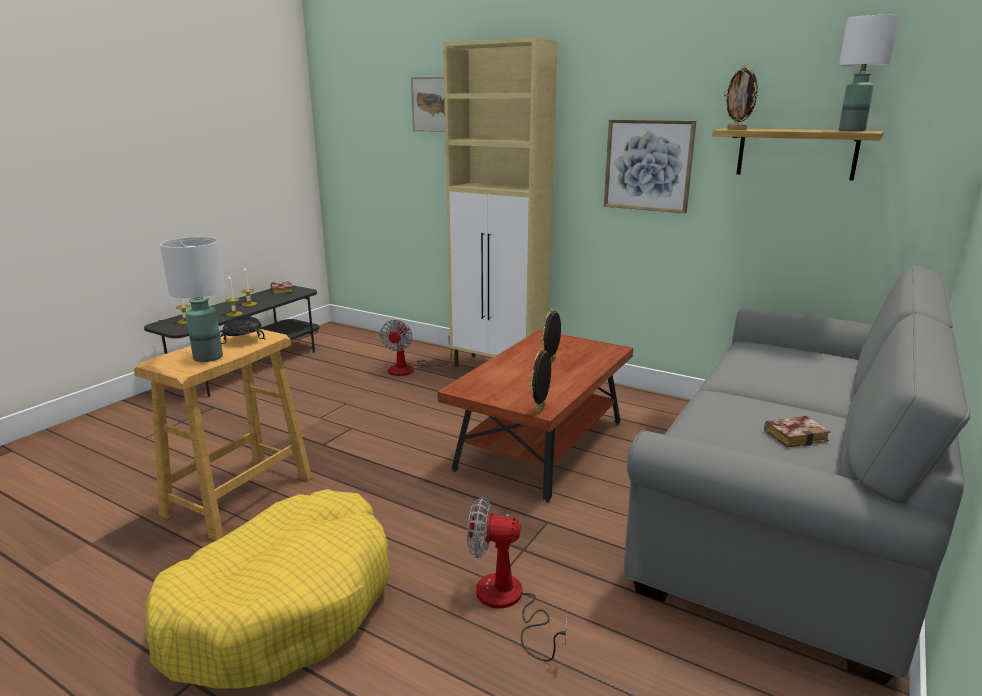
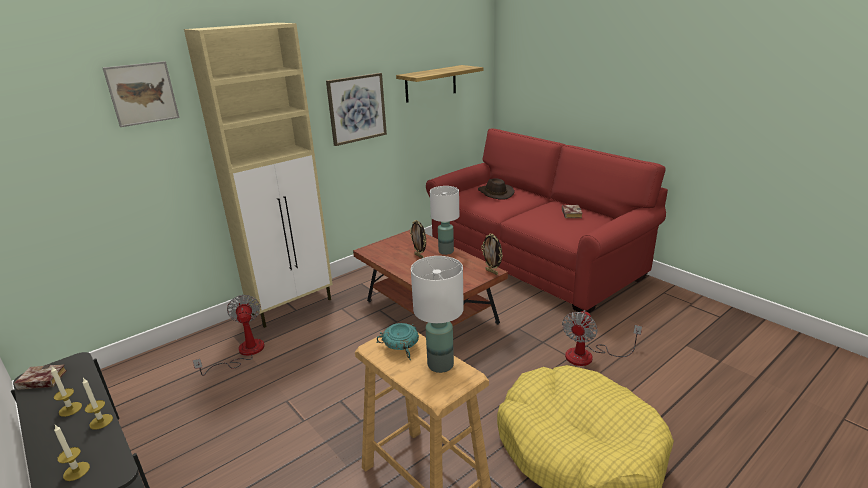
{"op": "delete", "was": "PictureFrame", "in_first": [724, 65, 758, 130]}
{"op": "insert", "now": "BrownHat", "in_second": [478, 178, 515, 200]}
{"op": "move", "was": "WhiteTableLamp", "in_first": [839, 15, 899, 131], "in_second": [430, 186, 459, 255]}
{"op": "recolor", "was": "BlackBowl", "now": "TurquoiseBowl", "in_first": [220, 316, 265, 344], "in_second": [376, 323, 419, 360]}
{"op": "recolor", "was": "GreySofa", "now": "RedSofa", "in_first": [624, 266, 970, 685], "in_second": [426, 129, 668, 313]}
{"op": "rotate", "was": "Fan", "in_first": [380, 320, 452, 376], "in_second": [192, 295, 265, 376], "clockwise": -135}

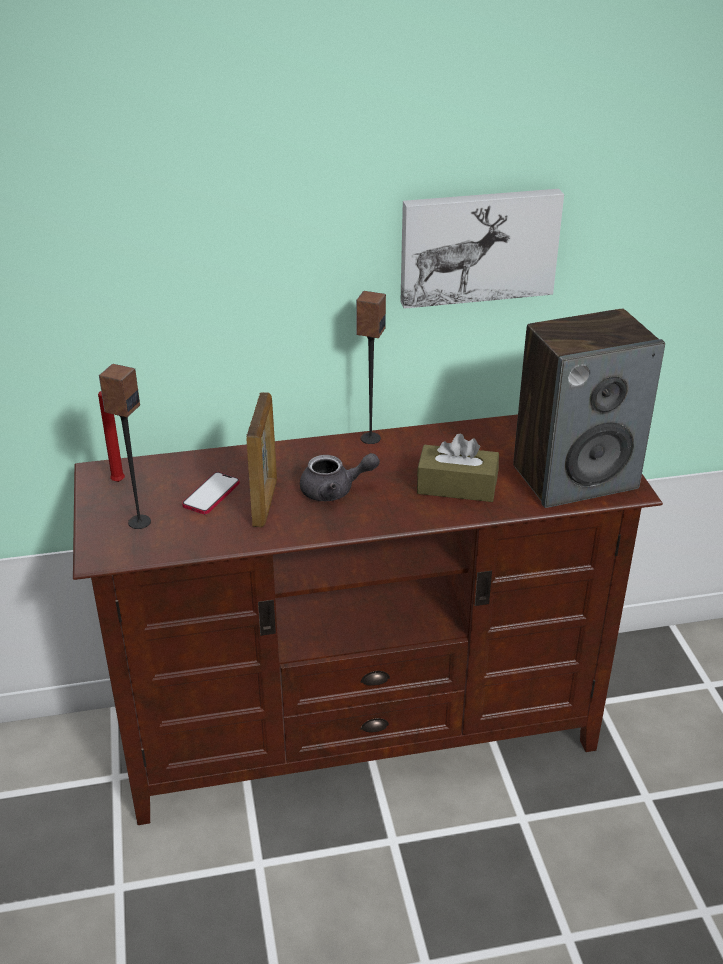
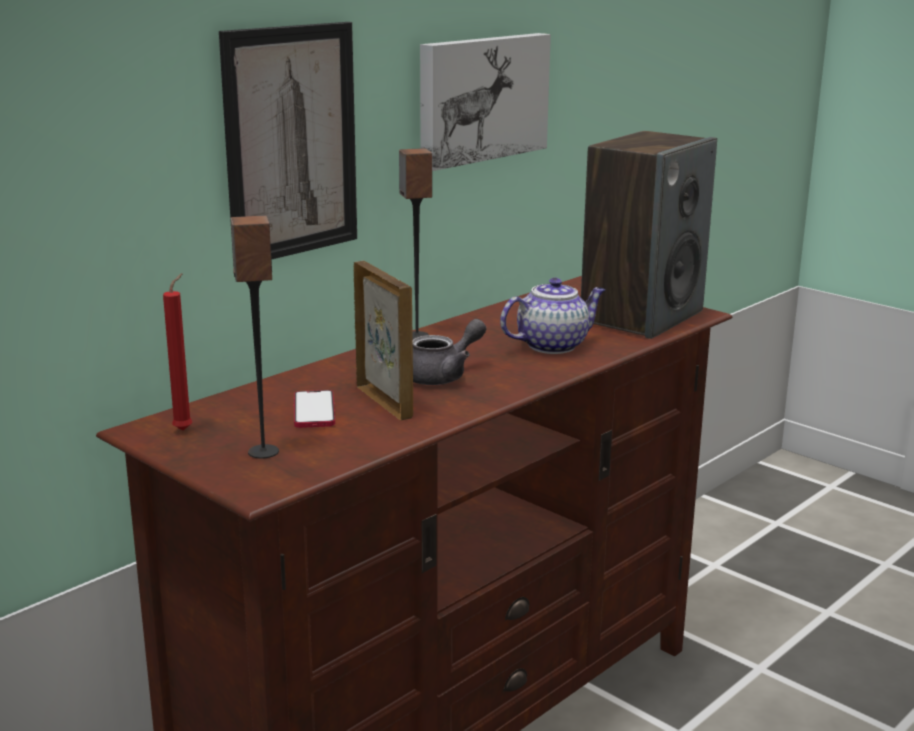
{"op": "insert", "now": "Picture", "in_second": [219, 22, 357, 266]}
{"op": "replace", "was": "BrownTissueBox", "now": "Teapot", "in_first": [417, 434, 499, 502], "in_second": [500, 278, 605, 354]}

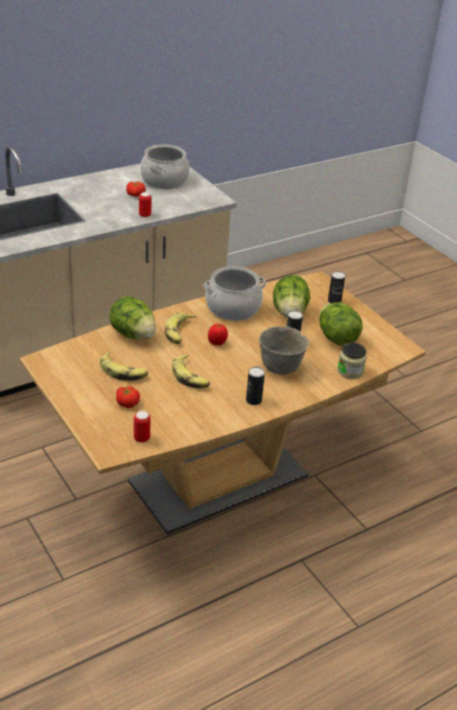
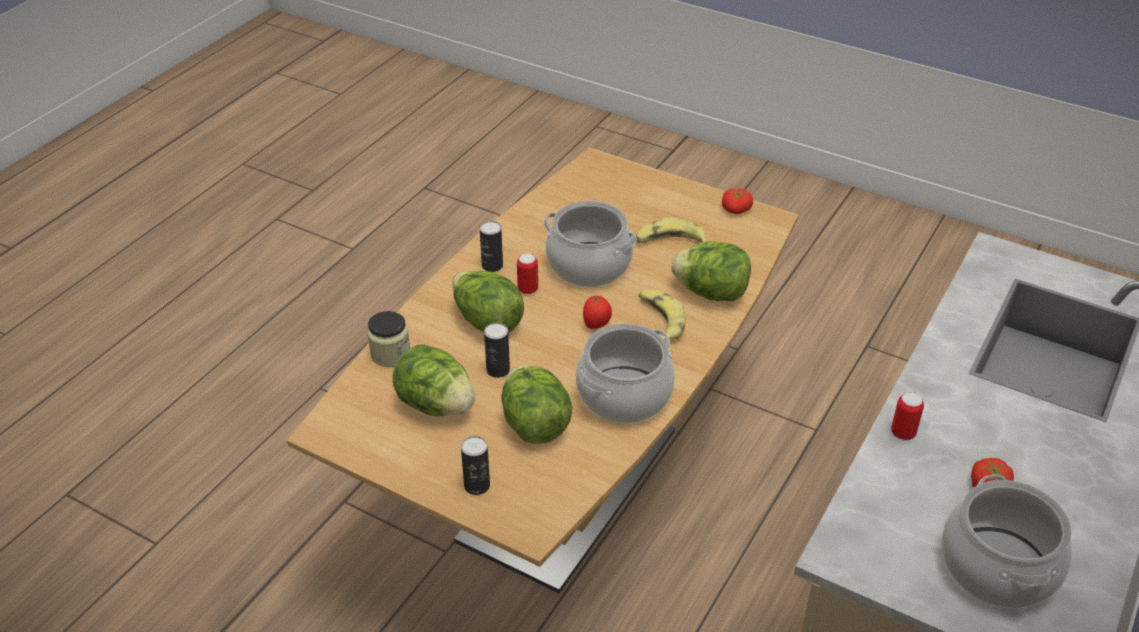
{"op": "move", "was": "Tomato", "in_first": [116, 386, 140, 408], "in_second": [722, 189, 753, 214]}
{"op": "move", "was": "Can", "in_first": [134, 411, 150, 443], "in_second": [517, 254, 538, 294]}
{"op": "replace", "was": "Banana", "now": "CookingPot", "in_first": [172, 354, 210, 388], "in_second": [543, 201, 637, 287]}
{"op": "replace", "was": "GreyBowl", "now": "Lettuce", "in_first": [259, 326, 309, 375], "in_second": [452, 271, 524, 333]}

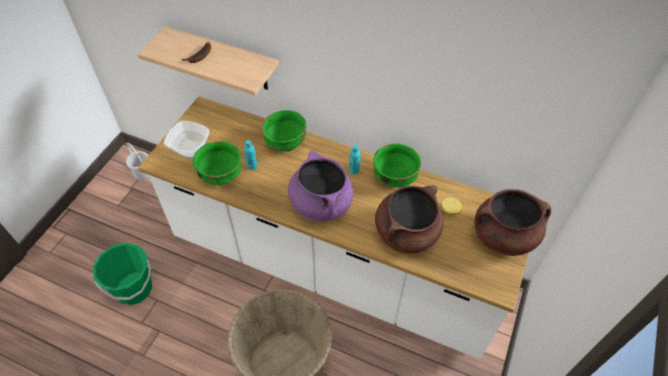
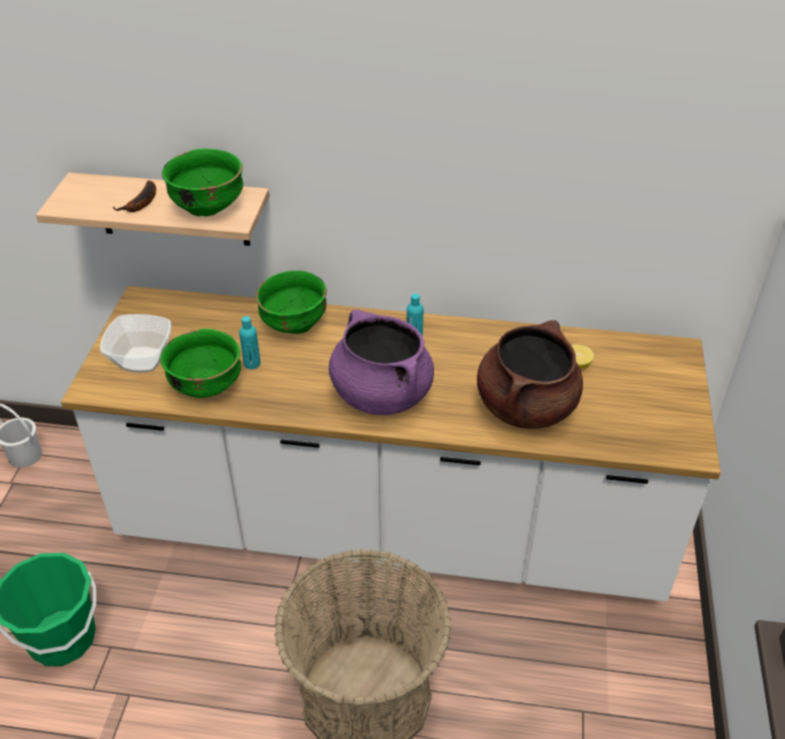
{"op": "delete", "was": "BrownCookingPot", "in_first": [475, 189, 551, 256]}
{"op": "move", "was": "GreenBowl", "in_first": [373, 143, 421, 188], "in_second": [162, 148, 243, 216]}

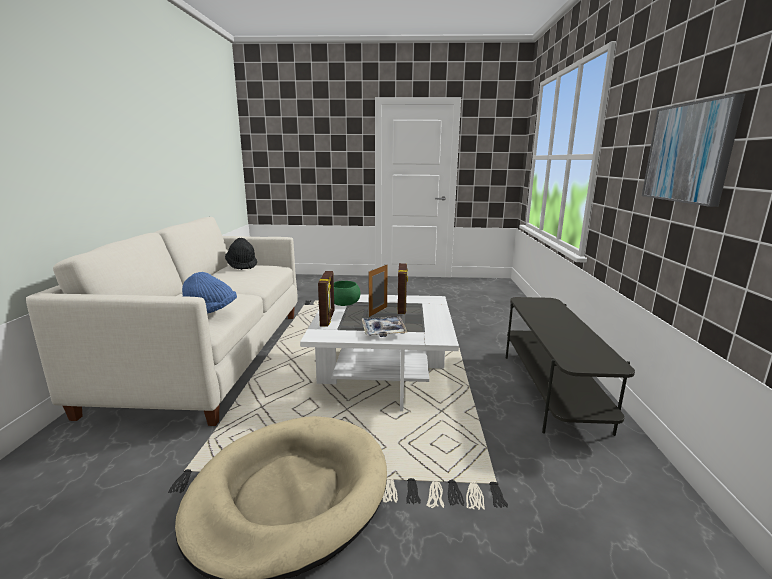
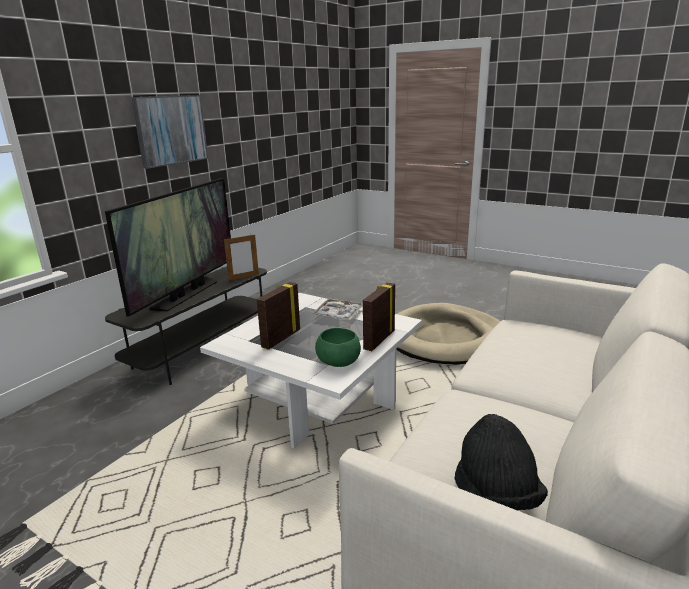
{"op": "delete", "was": "BlueHat", "in_first": [182, 272, 237, 314]}
{"op": "insert", "now": "Television", "in_second": [105, 178, 231, 317]}
{"op": "move", "was": "PictureFrame", "in_first": [369, 264, 388, 317], "in_second": [224, 234, 259, 280]}

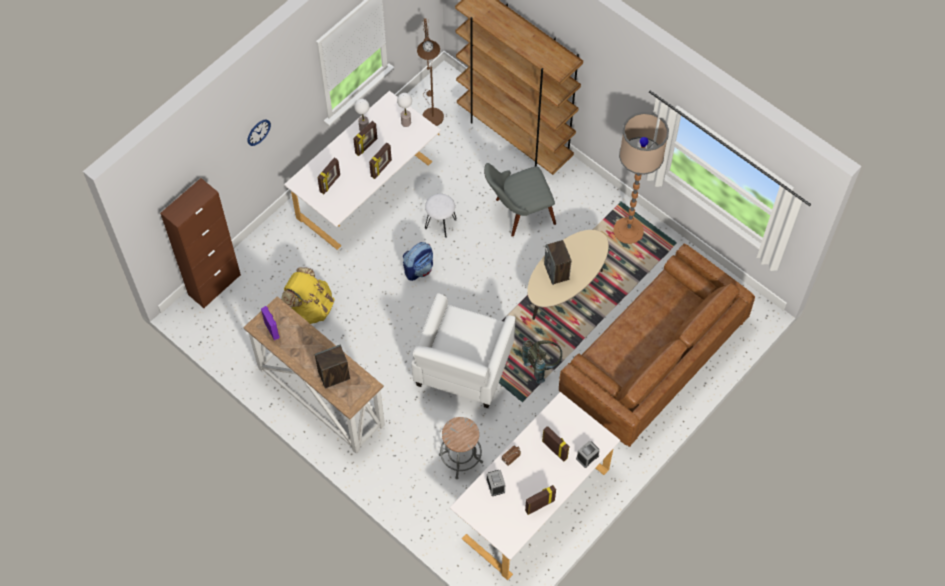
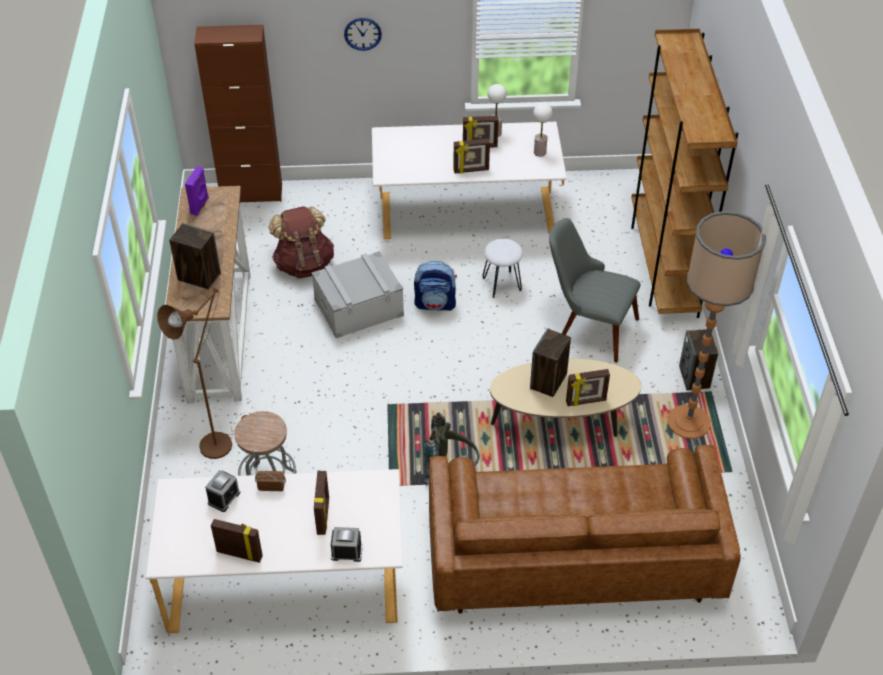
{"op": "delete", "was": "WhiteArmchair", "in_first": [412, 293, 516, 408]}
{"op": "insert", "now": "GreyStorageBox", "in_second": [312, 251, 404, 338]}
{"op": "insert", "now": "Speaker", "in_second": [679, 329, 718, 391]}
{"op": "move", "was": "PictureFrame", "in_first": [317, 158, 340, 194], "in_second": [566, 369, 610, 406]}
{"op": "move", "was": "BrownFloorLamp", "in_first": [417, 18, 444, 126], "in_second": [157, 288, 249, 459]}
{"op": "recolor", "was": "YellowBackpack", "now": "BrownBackpack", "in_first": [281, 267, 335, 324], "in_second": [269, 206, 334, 278]}

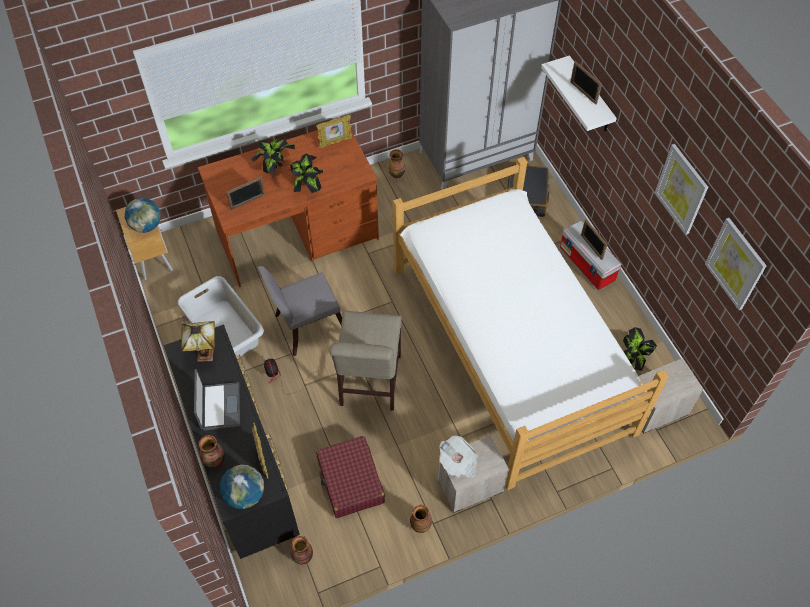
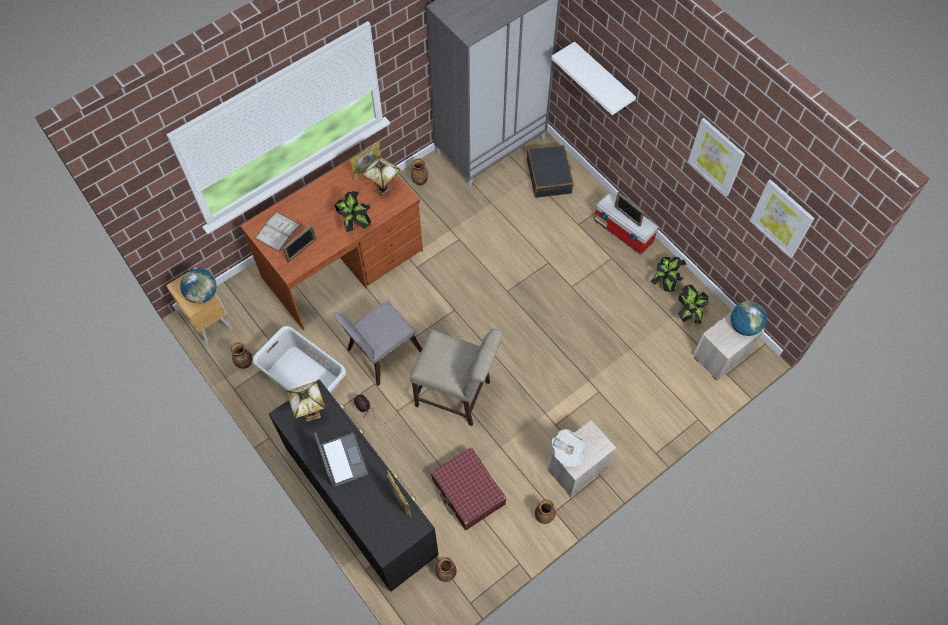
{"op": "delete", "was": "Bed", "in_first": [393, 157, 669, 490]}
{"op": "delete", "was": "PictureFrame", "in_first": [570, 61, 602, 105]}
{"op": "insert", "now": "WhiteBook", "in_second": [255, 212, 300, 252]}
{"op": "insert", "now": "TableLamp", "in_second": [362, 156, 401, 197]}
{"op": "move", "was": "Vase", "in_first": [199, 435, 225, 469], "in_second": [231, 342, 252, 369]}
{"op": "move", "was": "Globe", "in_first": [220, 465, 264, 509], "in_second": [731, 301, 767, 336]}
{"op": "move", "was": "PottedPlant", "in_first": [251, 138, 295, 174], "in_second": [650, 257, 686, 292]}
{"op": "rotate", "was": "BeigeChair", "in_first": [330, 311, 402, 411], "in_second": [410, 329, 503, 426], "clockwise": -60}

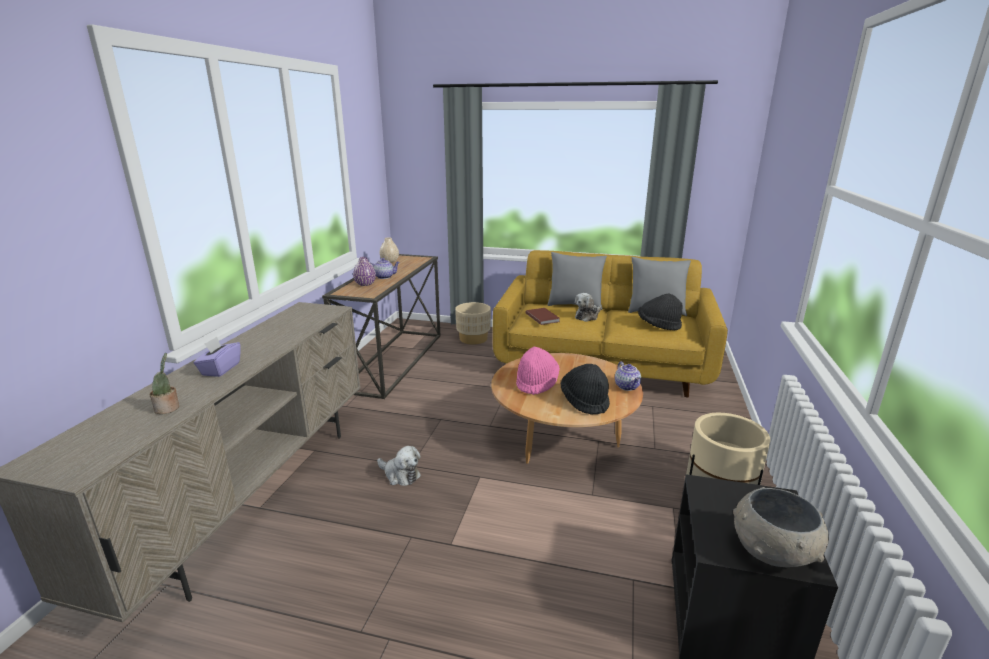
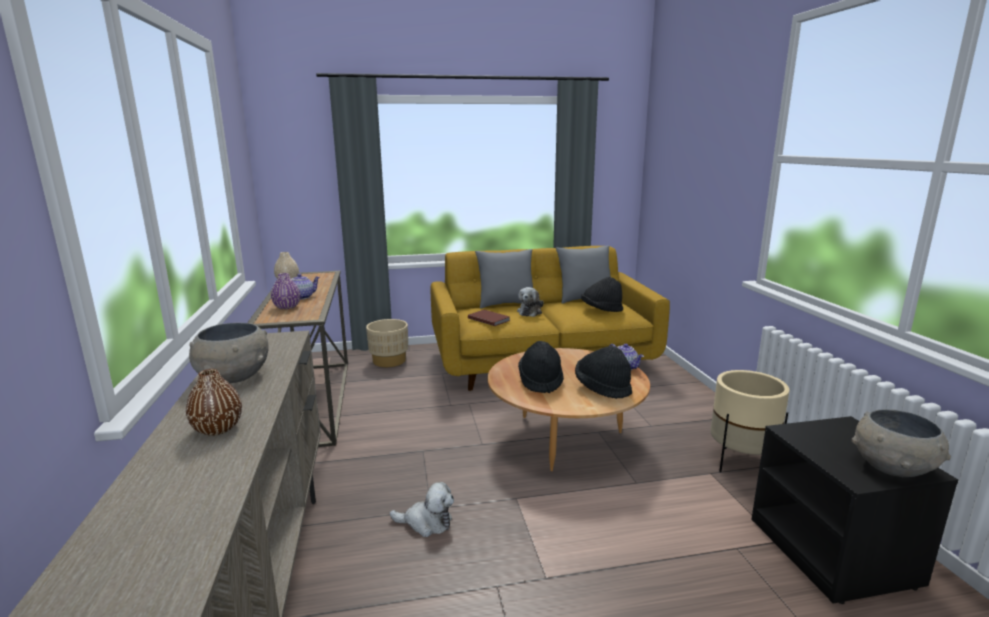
{"op": "delete", "was": "PottedPlant", "in_first": [150, 353, 179, 414]}
{"op": "insert", "now": "GreyBowl", "in_second": [189, 323, 269, 383]}
{"op": "replace", "was": "PurpleTissueBox", "now": "BrownVase", "in_first": [193, 336, 240, 377], "in_second": [186, 369, 242, 436]}
{"op": "recolor", "was": "PinkHat", "now": "BlackHat", "in_first": [516, 347, 560, 395], "in_second": [518, 341, 564, 393]}

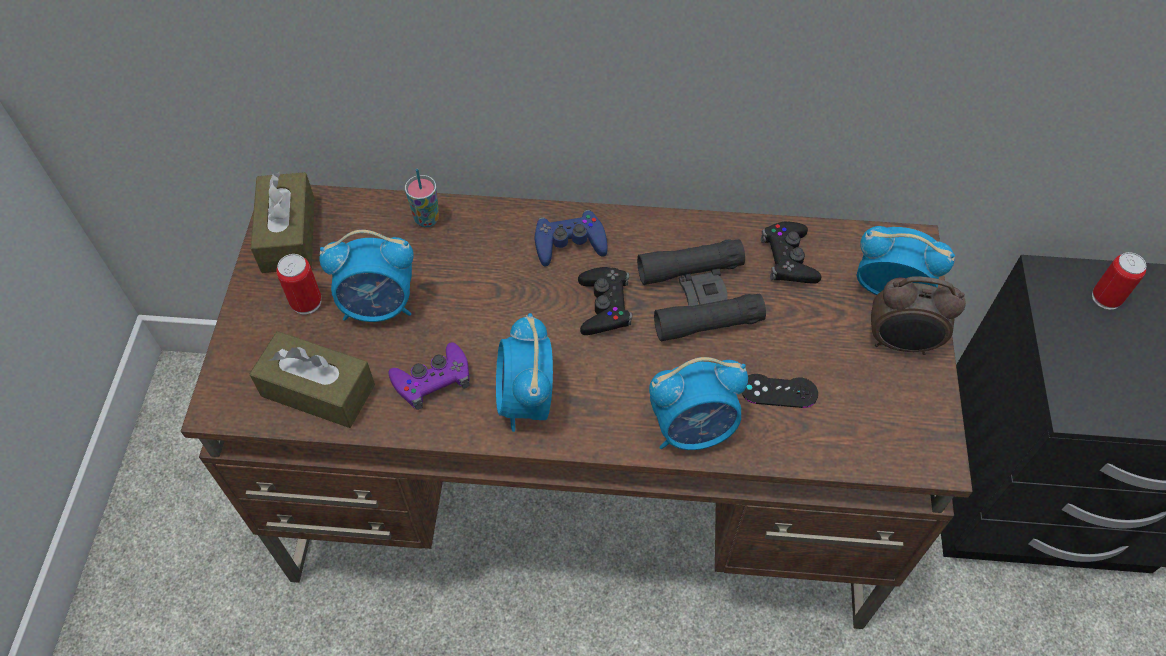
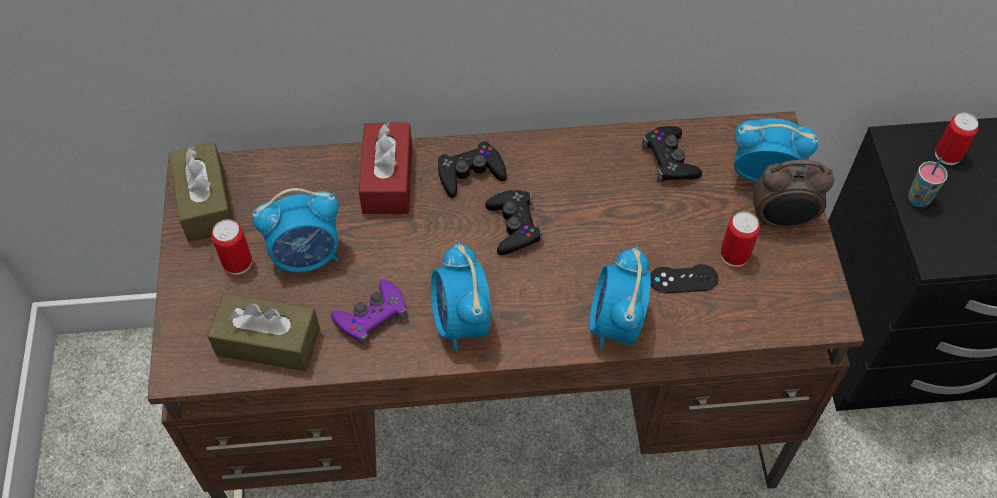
{"op": "delete", "was": "BlackBinoculars", "in_first": [637, 239, 766, 342]}
{"op": "insert", "now": "RedTissueBox", "in_second": [359, 122, 412, 214]}
{"op": "insert", "now": "Can", "in_second": [721, 212, 760, 267]}
{"op": "move", "was": "Cup", "in_first": [405, 169, 439, 227], "in_second": [908, 157, 948, 207]}
{"op": "recolor", "was": "BlueGameController", "now": "BlackGameController", "in_first": [535, 210, 608, 267], "in_second": [438, 140, 507, 198]}
{"op": "rotate", "was": "AlarmClock", "in_first": [649, 357, 748, 450], "in_second": [590, 247, 651, 350], "clockwise": 120}

